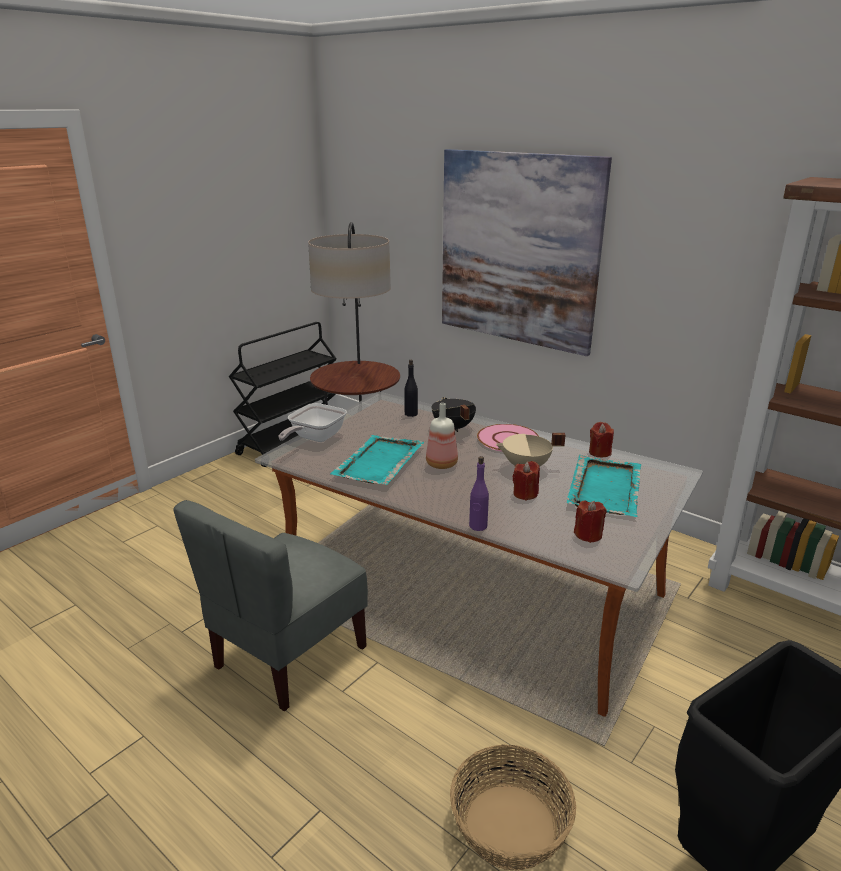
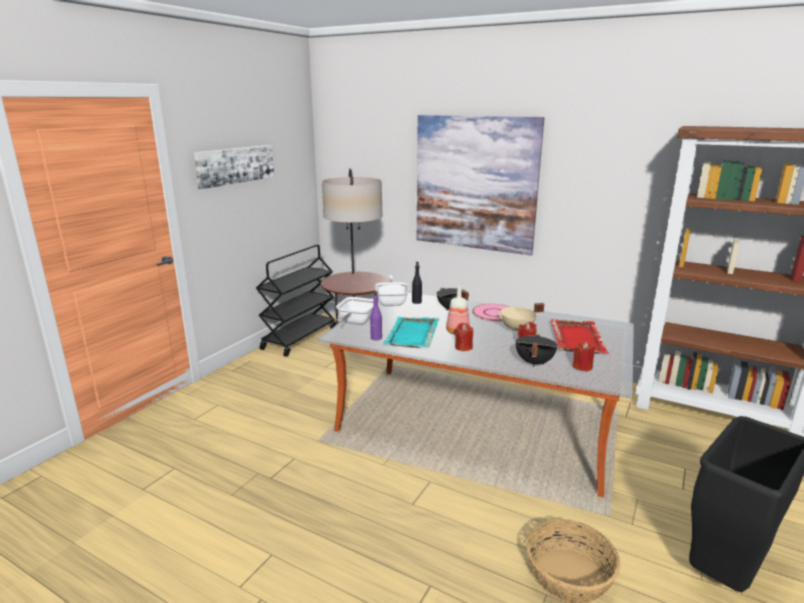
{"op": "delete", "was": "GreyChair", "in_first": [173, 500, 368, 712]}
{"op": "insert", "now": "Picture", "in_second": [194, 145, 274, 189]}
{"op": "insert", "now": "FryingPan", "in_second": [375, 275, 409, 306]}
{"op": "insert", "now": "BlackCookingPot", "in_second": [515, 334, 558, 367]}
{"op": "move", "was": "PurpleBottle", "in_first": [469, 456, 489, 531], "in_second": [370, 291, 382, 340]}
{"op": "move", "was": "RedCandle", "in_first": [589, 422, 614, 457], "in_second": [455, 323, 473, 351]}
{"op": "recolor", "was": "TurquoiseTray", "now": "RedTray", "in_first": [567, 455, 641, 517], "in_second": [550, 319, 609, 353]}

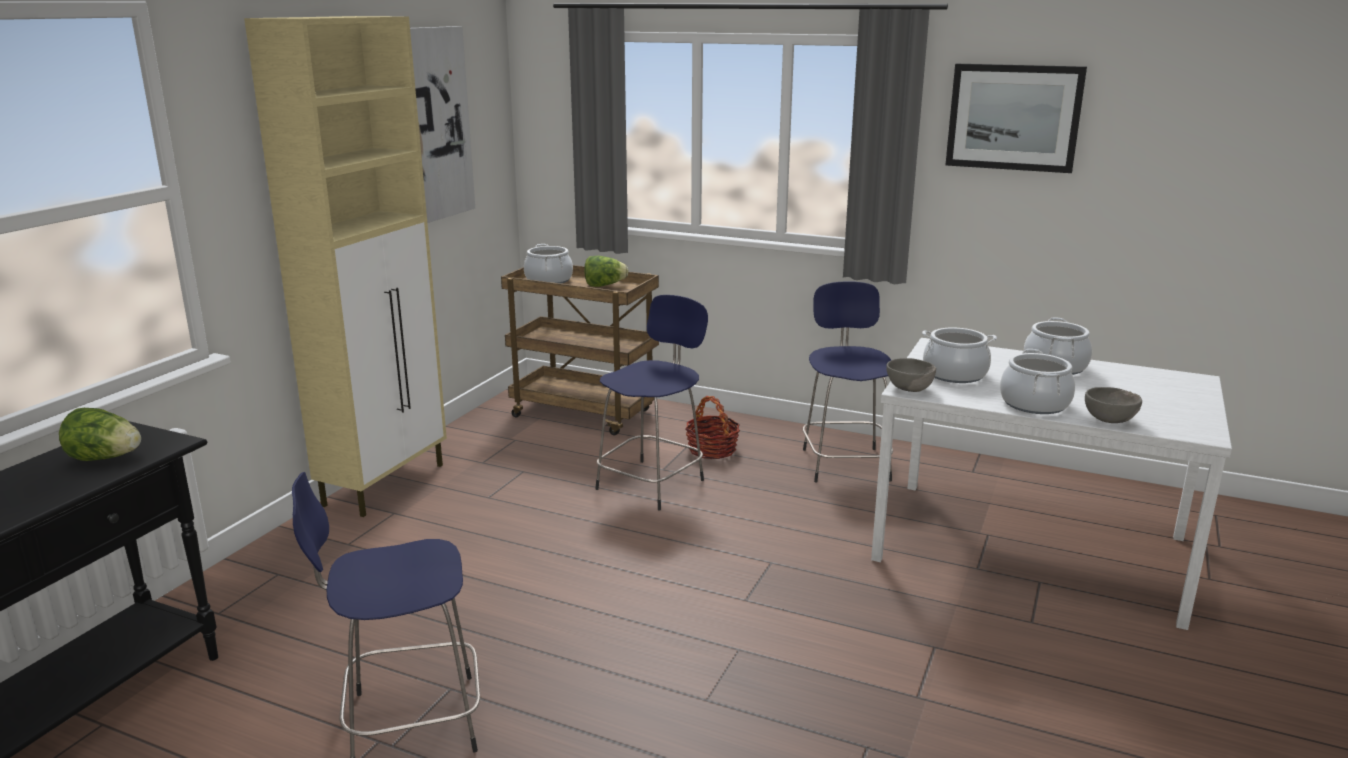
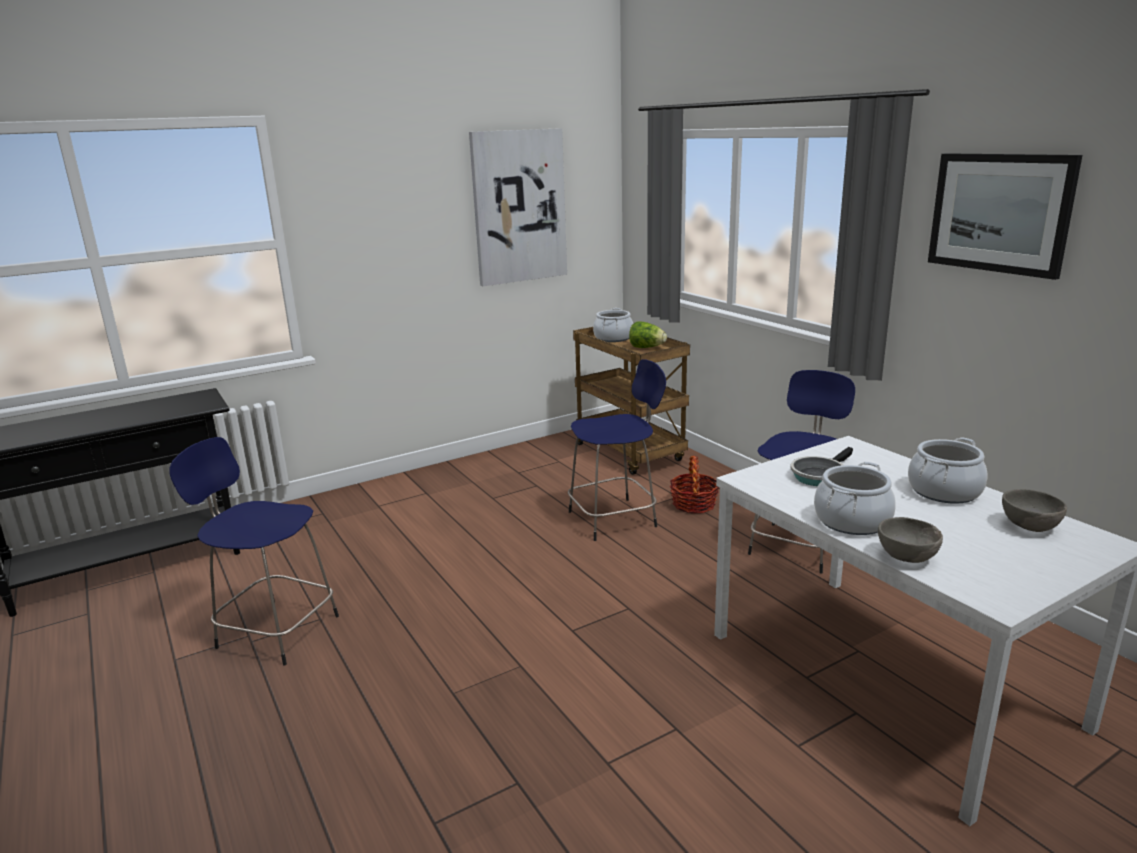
{"op": "delete", "was": "Lettuce", "in_first": [59, 408, 141, 461]}
{"op": "delete", "was": "BeigeCabinet", "in_first": [244, 16, 447, 517]}
{"op": "move", "was": "GreyBowl", "in_first": [886, 358, 936, 392], "in_second": [1002, 489, 1067, 532]}
{"op": "replace", "was": "CookingPot", "now": "FryingPan", "in_first": [922, 328, 997, 383], "in_second": [790, 447, 853, 486]}

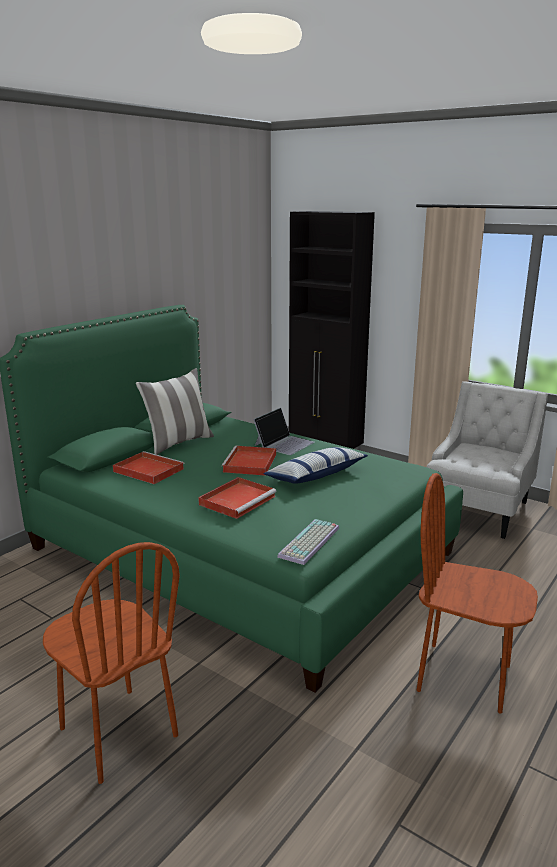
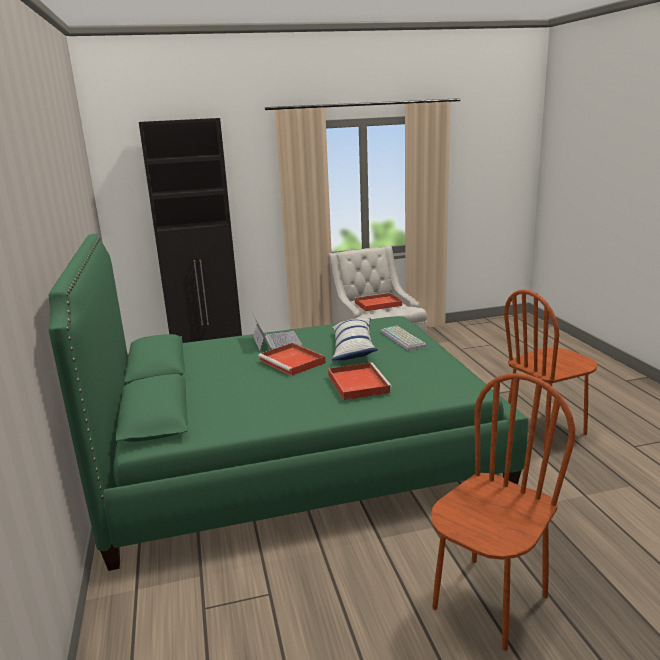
{"op": "delete", "was": "Pillow", "in_first": [136, 368, 214, 455]}
{"op": "move", "was": "RedTray", "in_first": [113, 451, 184, 484], "in_second": [354, 293, 402, 311]}
{"op": "move", "was": "Keyboard", "in_first": [277, 519, 339, 565], "in_second": [380, 326, 427, 351]}
{"op": "rotate", "was": "BrownChair", "in_first": [43, 542, 180, 784], "in_second": [431, 373, 575, 651], "clockwise": -45}

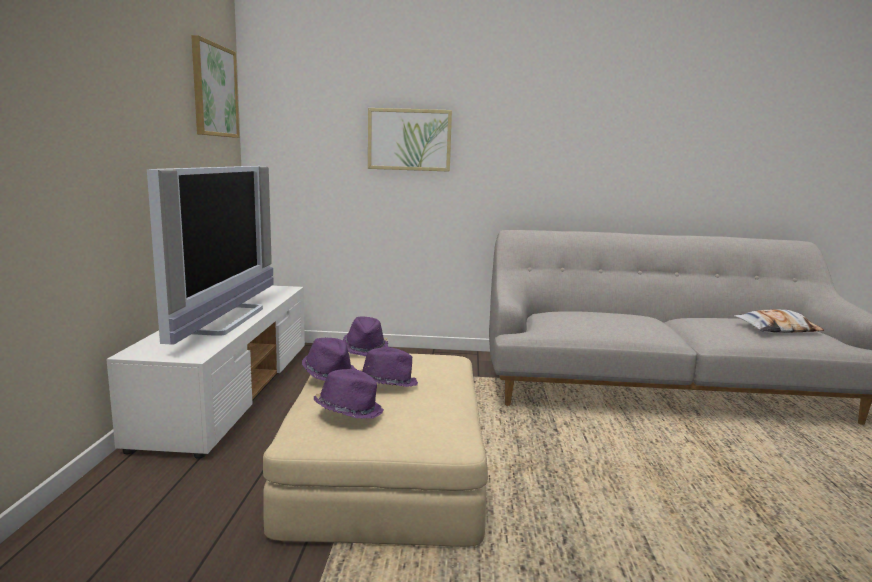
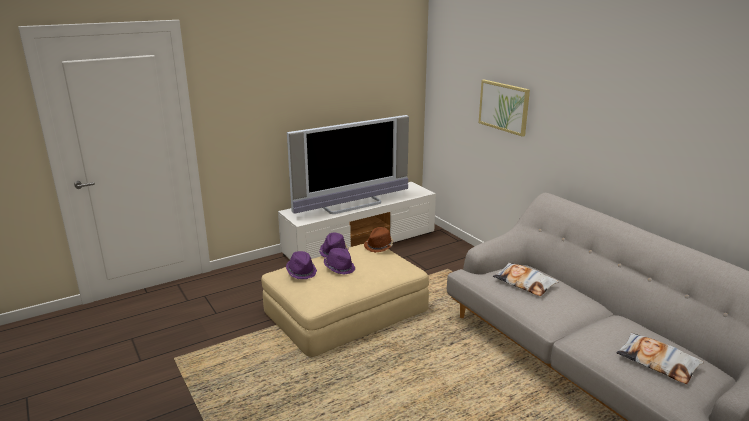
{"op": "delete", "was": "Picture", "in_first": [191, 35, 239, 138]}
{"op": "insert", "now": "Pillow", "in_second": [493, 262, 559, 296]}
{"op": "recolor", "was": "PurpleHat", "now": "BrownHat", "in_first": [343, 316, 388, 356], "in_second": [364, 227, 393, 253]}

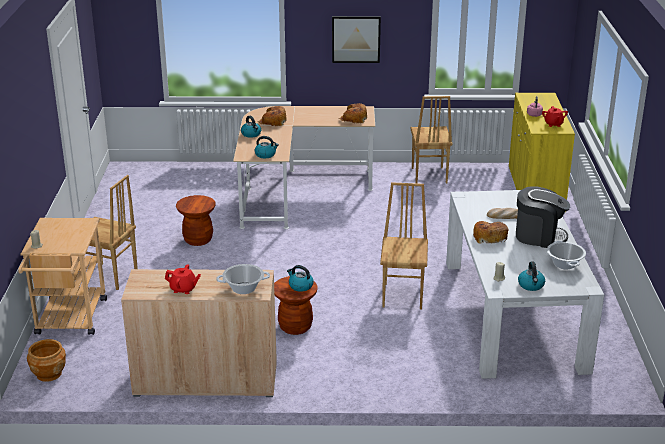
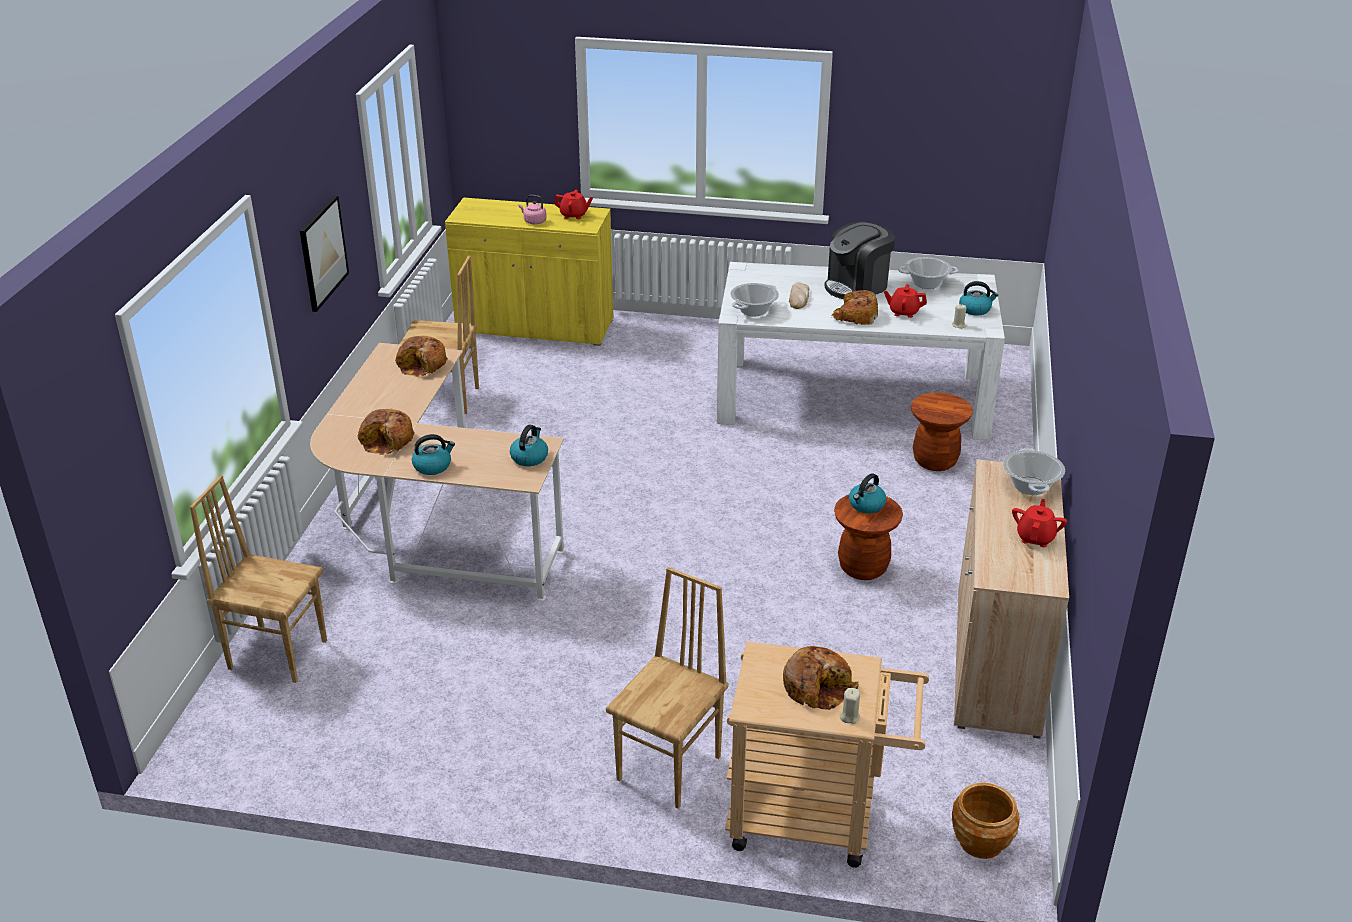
{"op": "insert", "now": "CookingPot", "in_second": [731, 283, 779, 316]}
{"op": "insert", "now": "Bread", "in_second": [783, 646, 859, 710]}
{"op": "insert", "now": "RedTeapot", "in_second": [884, 284, 927, 318]}
{"op": "move", "was": "BrownStool", "in_first": [176, 195, 216, 246], "in_second": [911, 392, 973, 471]}
{"op": "move", "was": "BrownChair", "in_first": [380, 182, 428, 310], "in_second": [190, 475, 327, 683]}
{"op": "rotate", "was": "CoffeeMachine", "in_first": [516, 186, 570, 248], "in_second": [824, 222, 895, 299], "clockwise": -150}

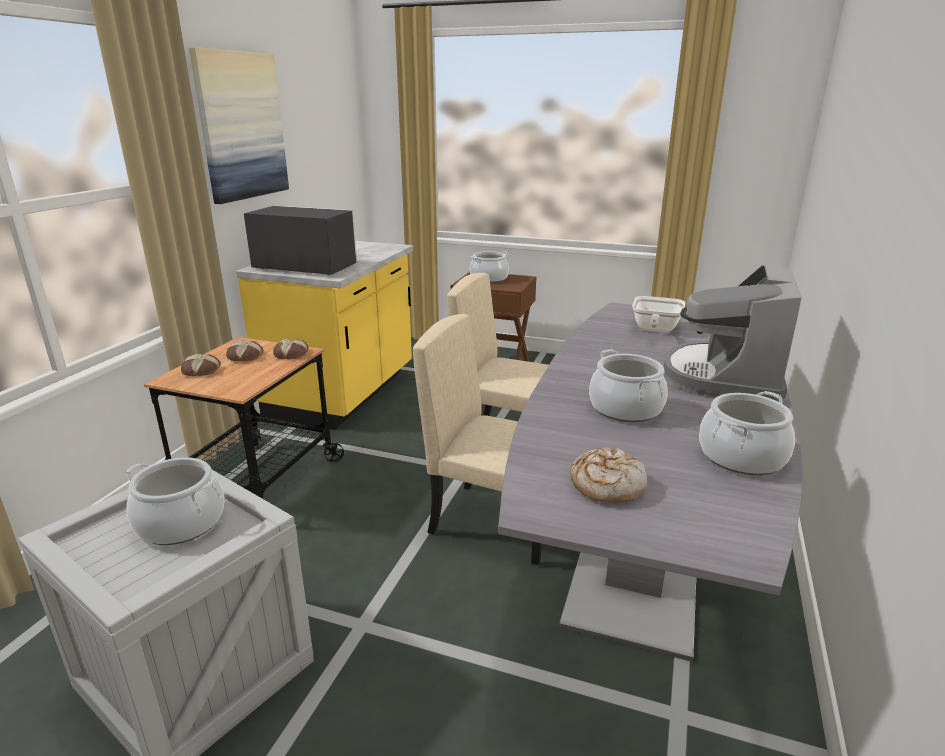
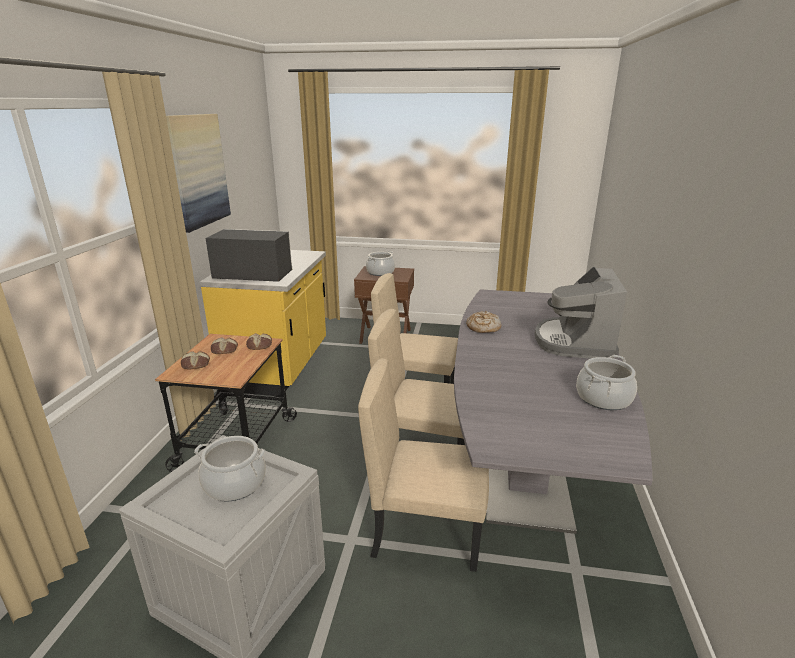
{"op": "delete", "was": "CookingPot", "in_first": [589, 350, 668, 422]}
{"op": "delete", "was": "FryingPan", "in_first": [632, 296, 685, 333]}
{"op": "insert", "now": "BeigeChair", "in_second": [358, 358, 489, 572]}
{"op": "move", "was": "Bread", "in_first": [570, 447, 648, 502], "in_second": [466, 311, 501, 333]}

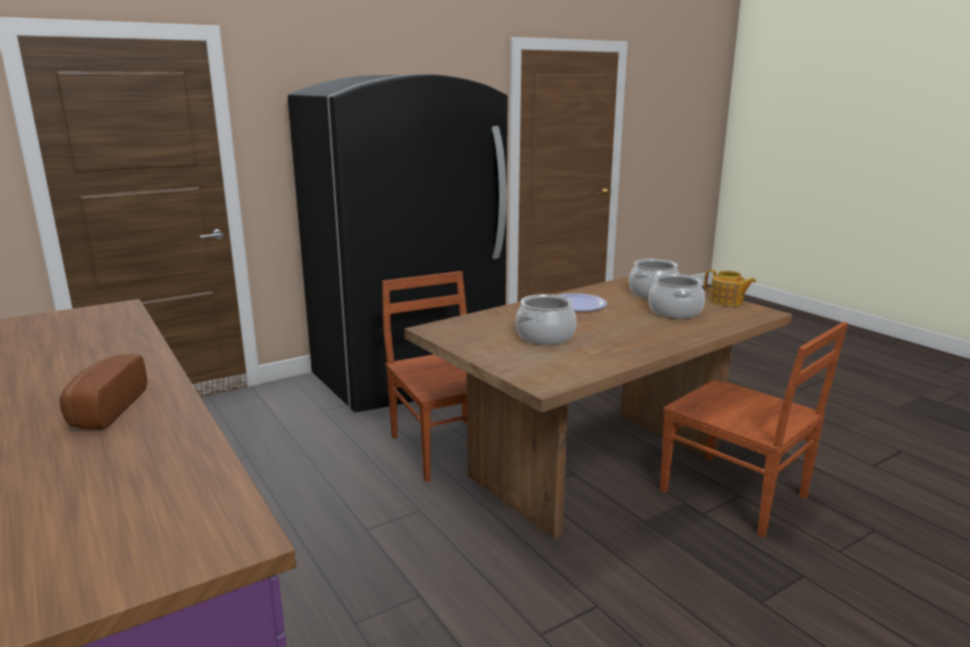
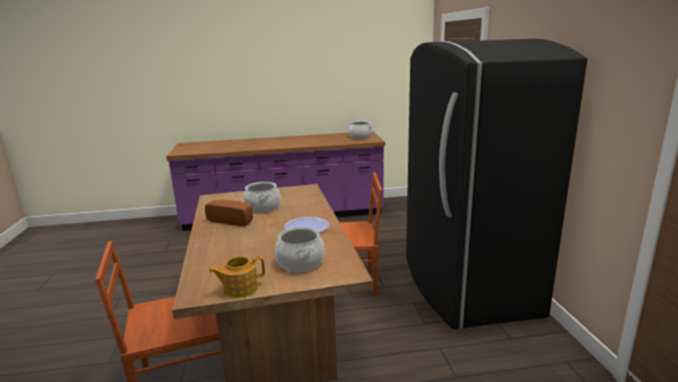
{"op": "move", "was": "Bread", "in_first": [59, 354, 147, 430], "in_second": [205, 200, 253, 226]}
{"op": "move", "was": "CookingPot", "in_first": [648, 274, 705, 319], "in_second": [348, 121, 373, 139]}

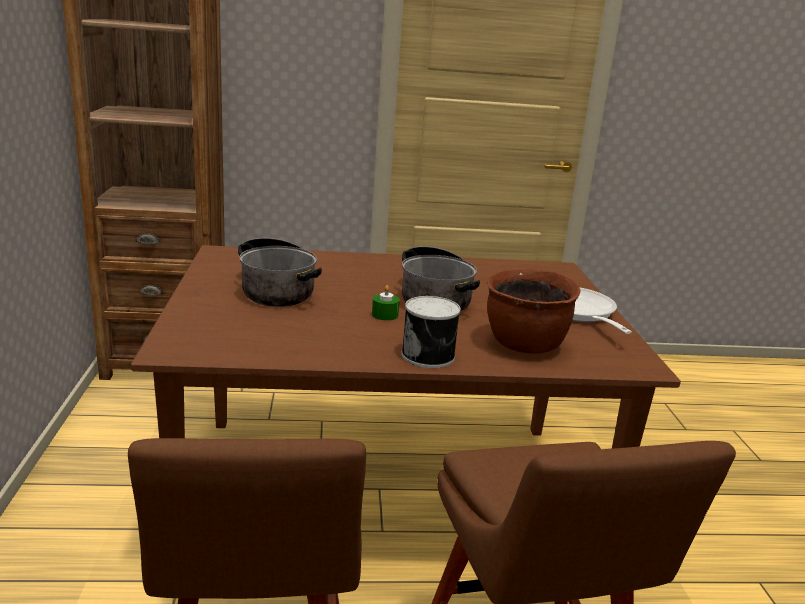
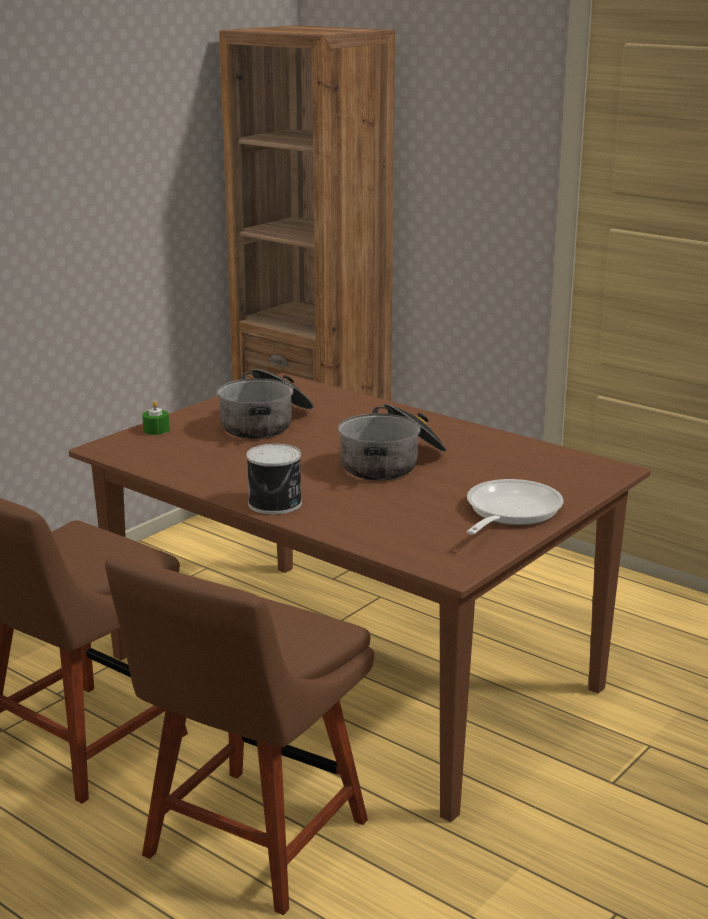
{"op": "delete", "was": "BrownCookingPot", "in_first": [487, 269, 581, 354]}
{"op": "move", "was": "GreenCandle", "in_first": [372, 285, 400, 320], "in_second": [142, 401, 170, 435]}

